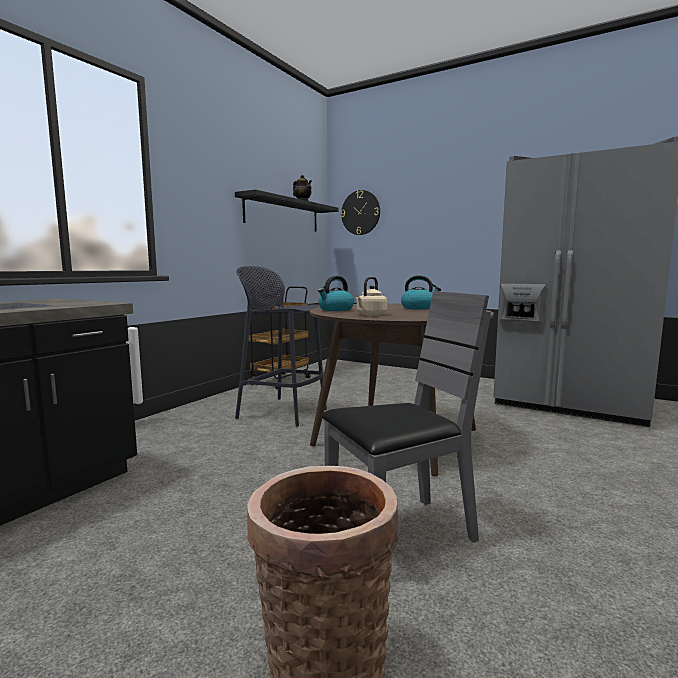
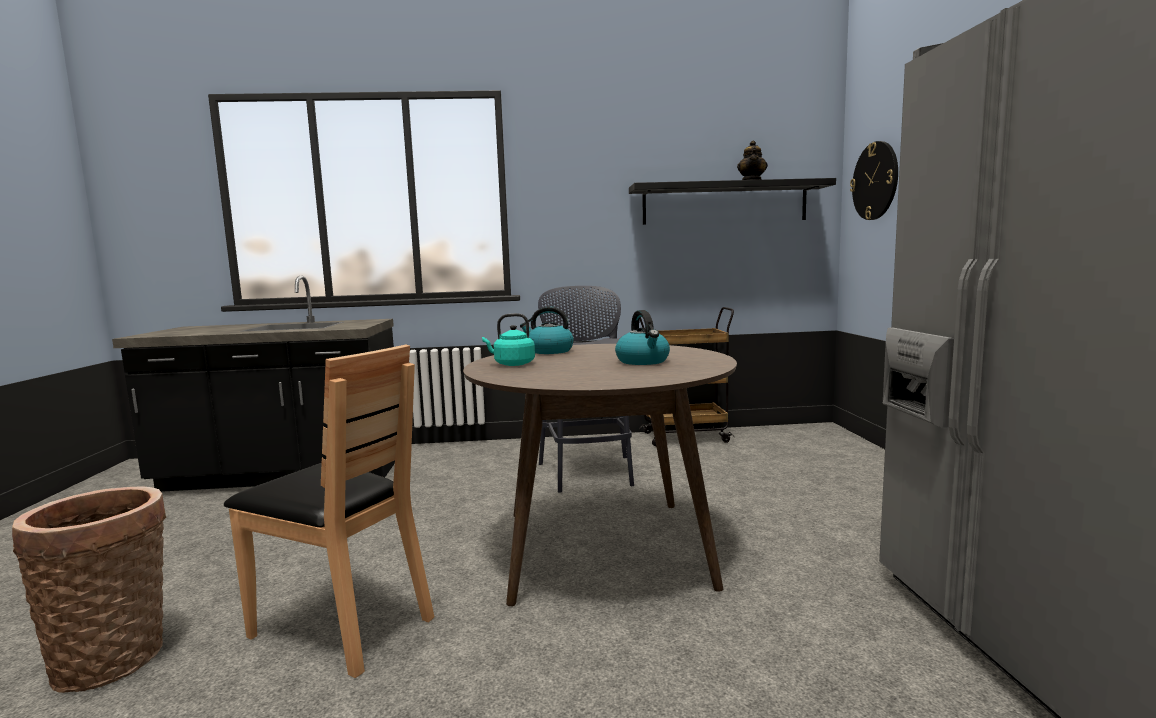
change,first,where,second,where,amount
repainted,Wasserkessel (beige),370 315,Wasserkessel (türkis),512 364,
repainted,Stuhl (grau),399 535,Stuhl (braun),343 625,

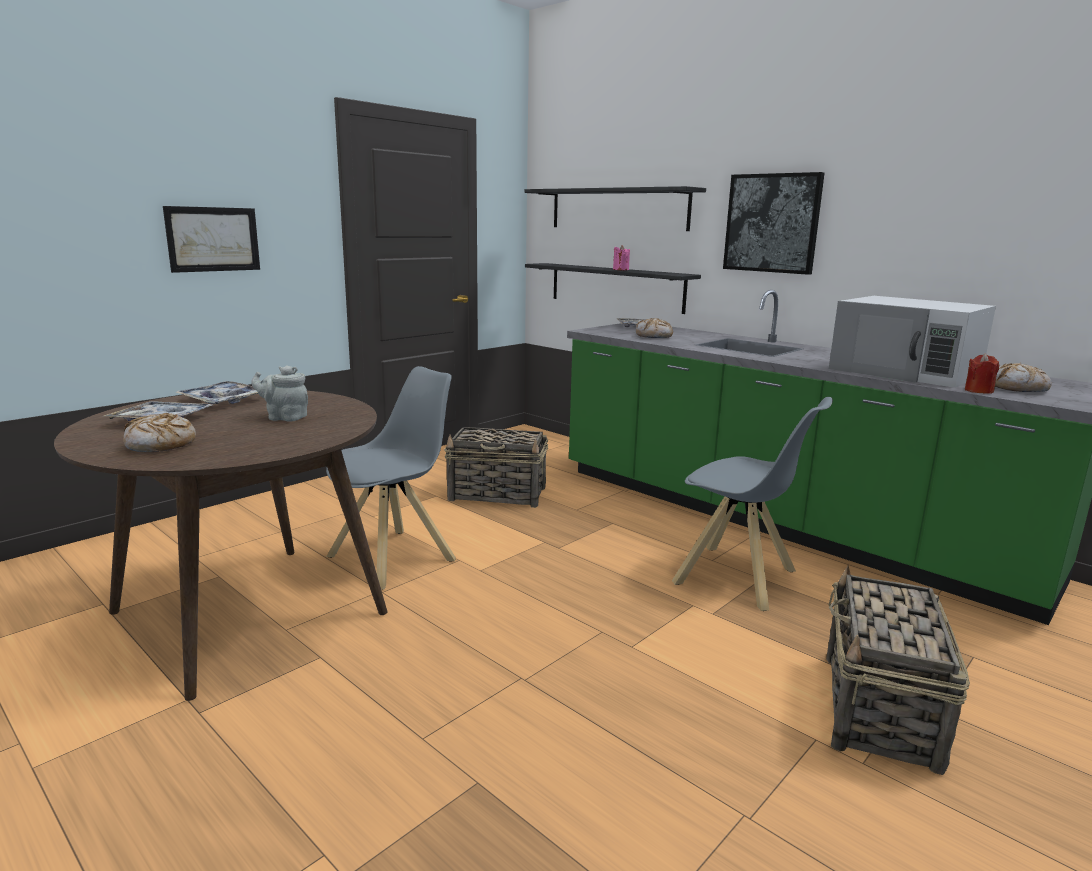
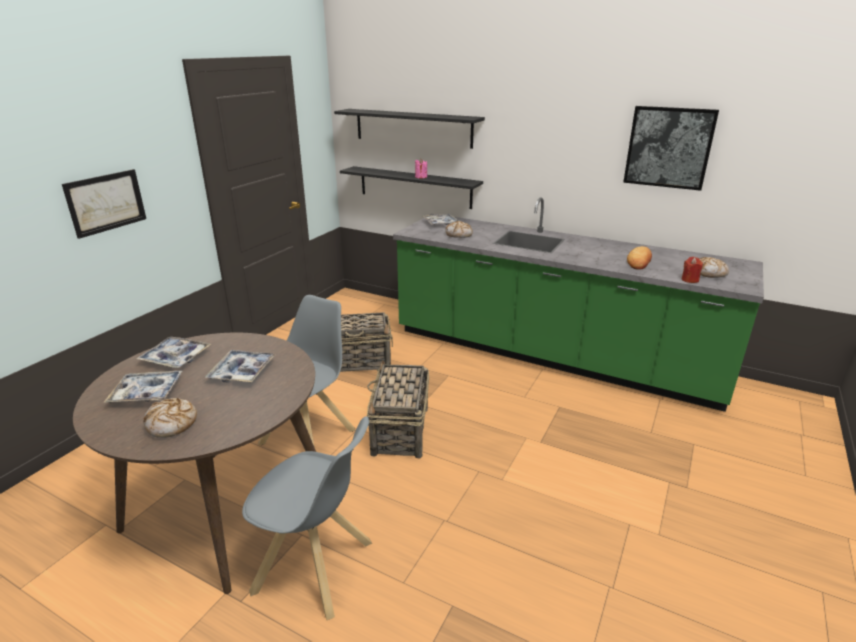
change,first,where,second,where,amount
shifted,Bild,772 223,,669 147,
swapped,Mikrowelle (weiß),905 371,Brot,639 261,
swapped,Teekanne (grau),284 417,Tablett,242 372,
shifted,Stuhl (grau),738 578,,316 568,
shifted,Korb,879 711,,400 431,

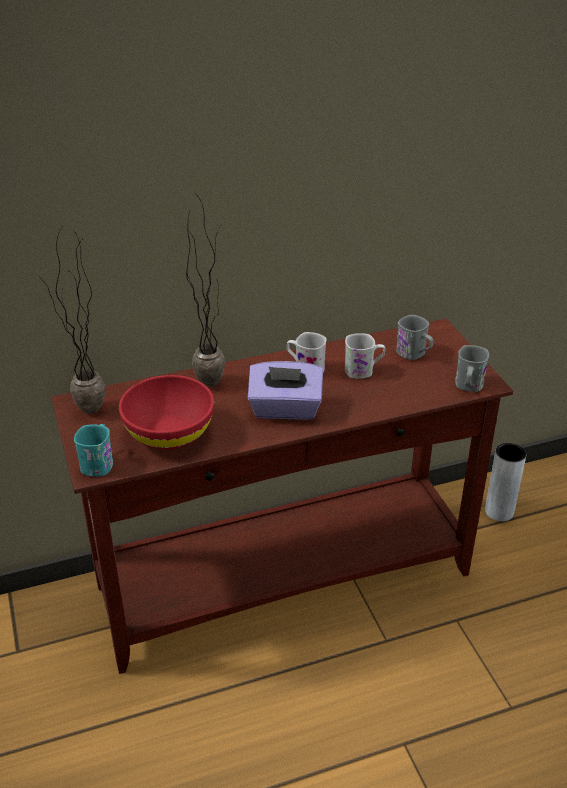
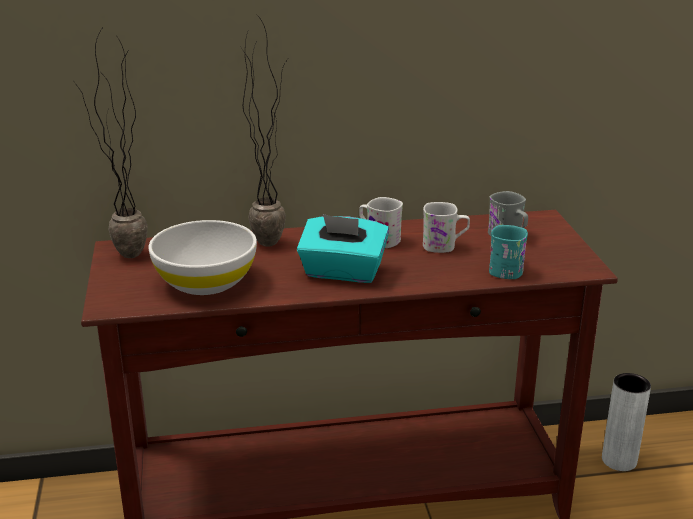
change,first,where,second,where,amount
gone,Henkelbecher (grau),468 386,,,
repainted,Taschentuchbox (lila),285 409,Taschentuchbox (türkis),343 272,
repainted,Schüssel (rot),169 433,Schüssel (weiß),206 281,
shifted,Henkelbecher (türkis),99 462,,507 268,

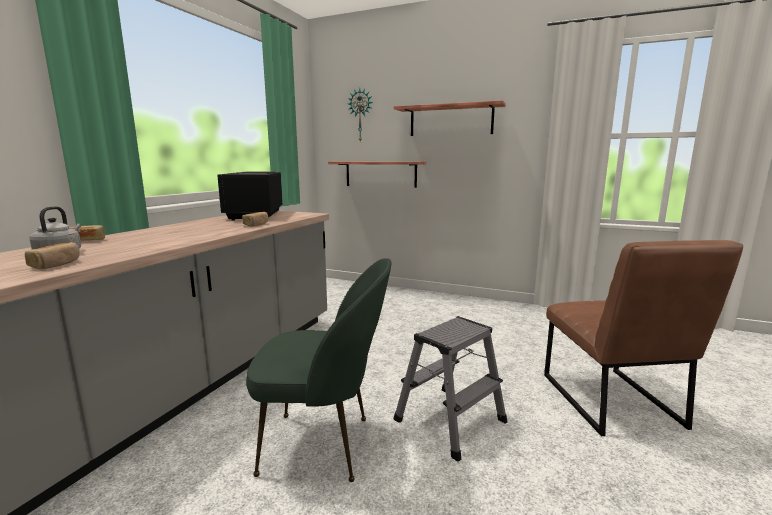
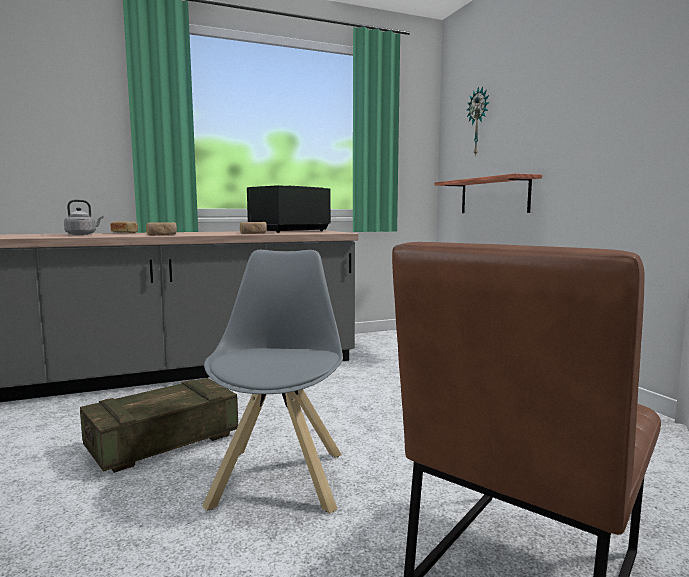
change,first,where,second,where,amount
gone,Wandregal,451 120,,,
shifted,Brot,56 264,,161 235,
swapped,Stuhl (grün),326 446,Kiste,163 442,
swapped,Trittleiter (grau),450 420,Stuhl (grau),280 476,

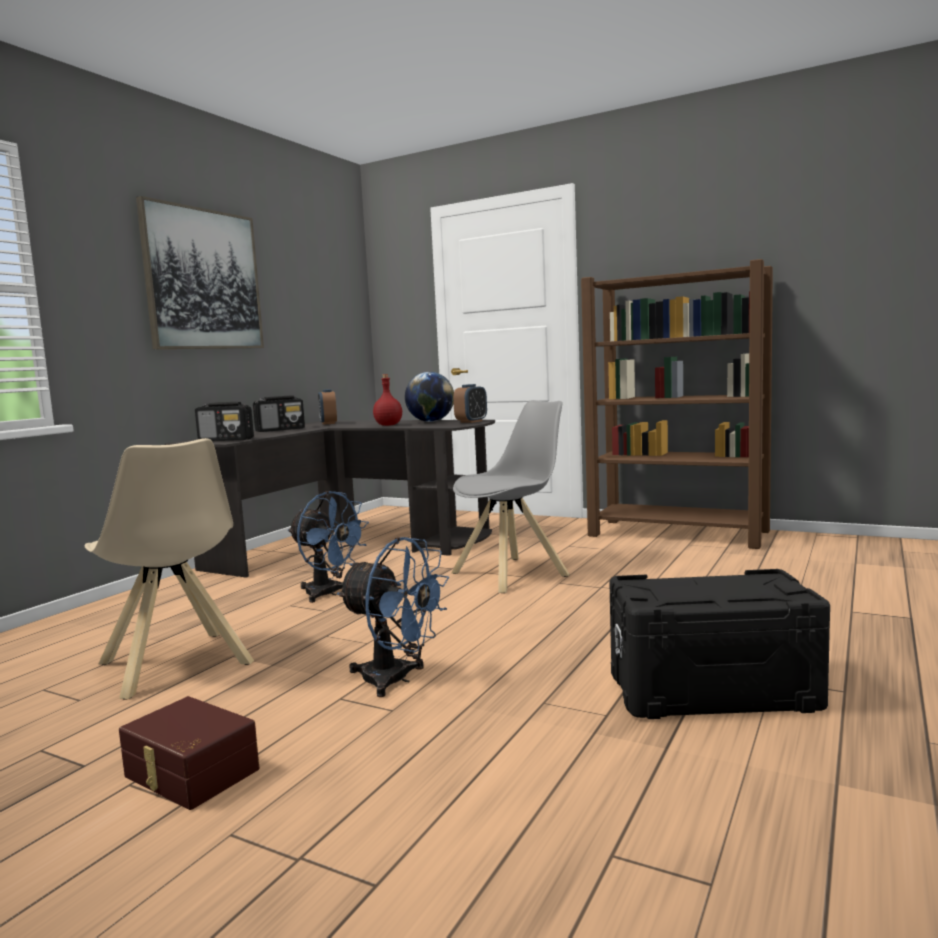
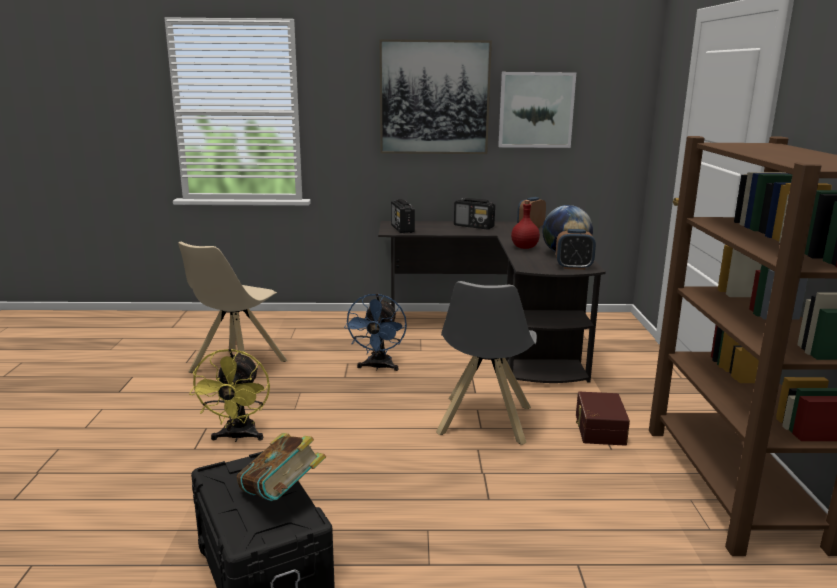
change,first,where,second,where,amount
rotated,Stuhl (grau),512 573,,484 422,75 degrees clockwise
repainted,Ventilator (blau),396 680,Ventilator (gelb),238 437,
shifted,Aufbewahrungsbox (braun),189 774,,598 429,
new,,,Bild,536 110,
new,,,Buch,282 495,

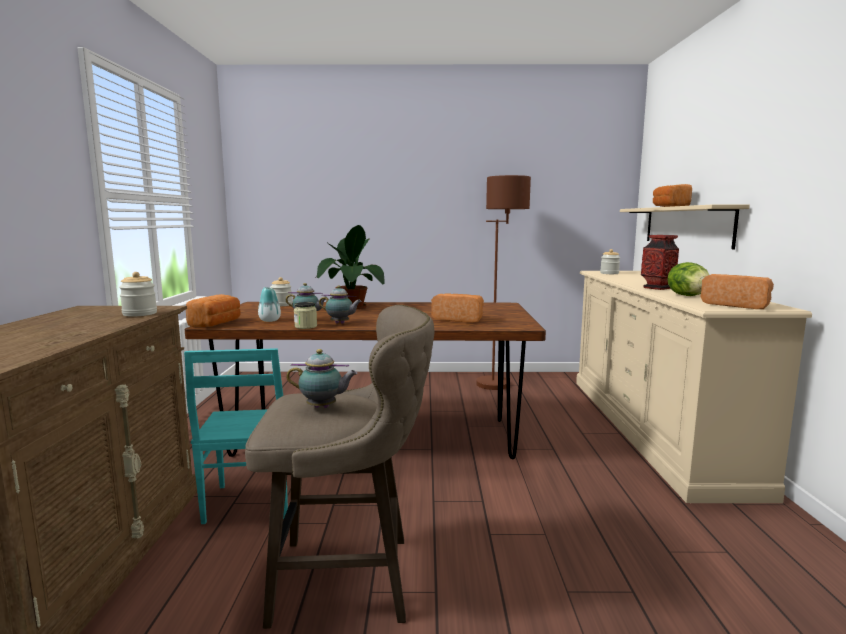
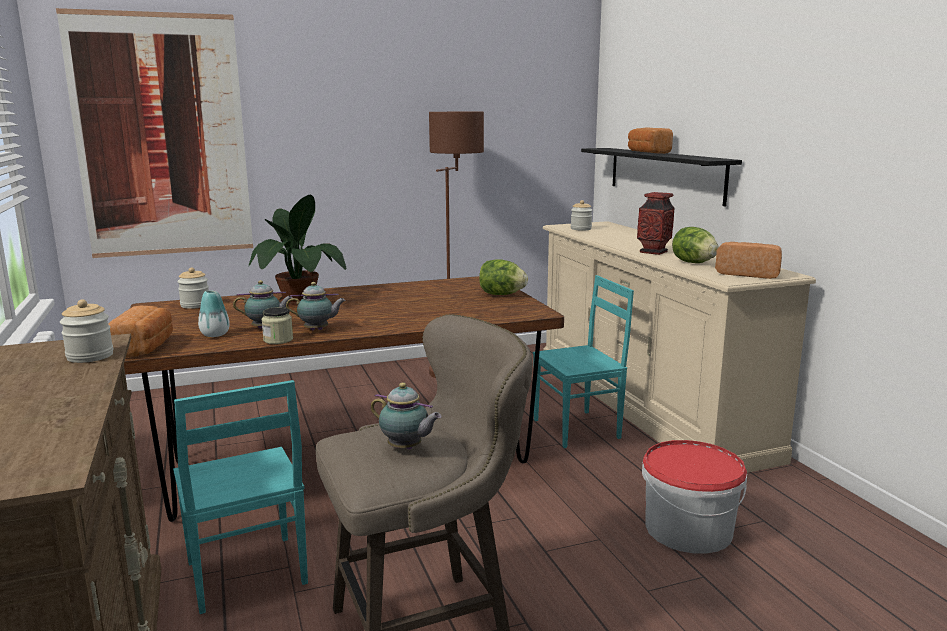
change,first,where,second,where,amount
repainted,Wandregal (beige),686 226,Wandregal (schwarz),664 174,
gone,Brot,459 319,,,
rotated,Teekanne,323 407,,406 448,45 degrees clockwise
new,,,Bild,162 137,
new,,,Salatkopf,501 294,
new,,,Stuhl (türkis),578 429,
new,,,Eimer,688 529,

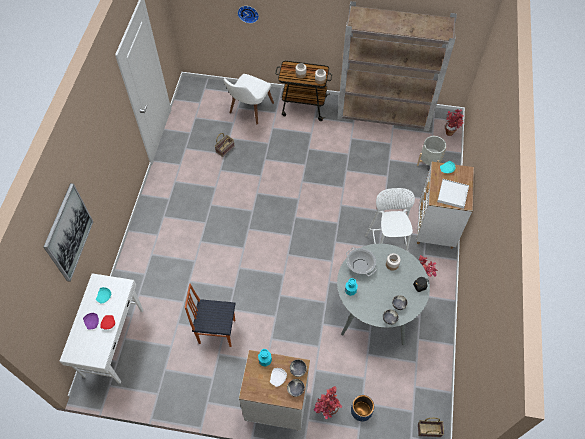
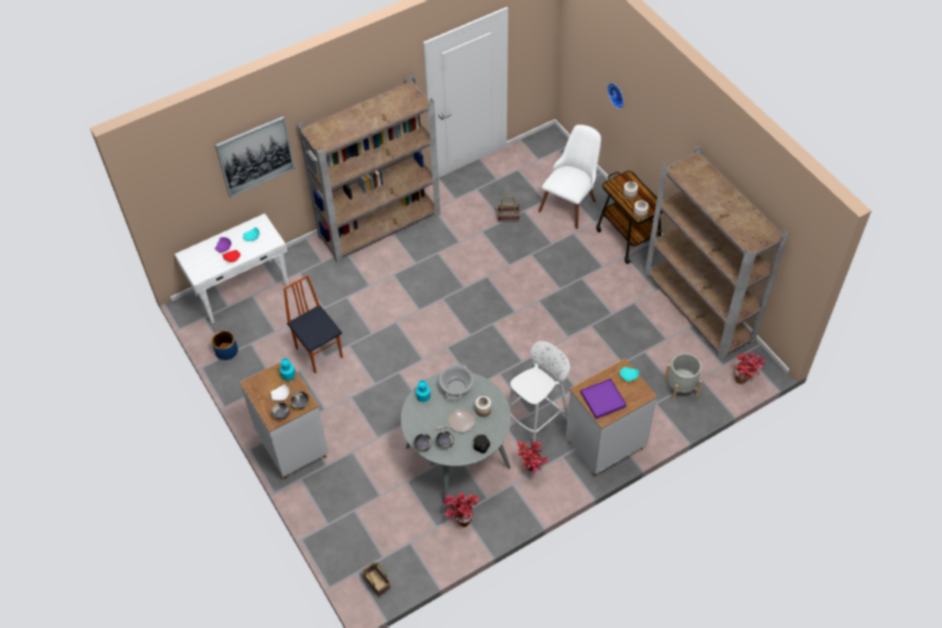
change,first,where,second,where,amount
rotated,Stuhl (weiß),248 111,,571 201,135 degrees clockwise
repainted,Tablett (weiß),452 194,Tablett (lila),603 400,
shifted,Topfpflanze,326 410,,460 519,
shifted,Pflanzkübel (blau),361 410,,226 351,
new,,,Bücherregal (braun),379 225,
new,,,Pfanne,460 422,

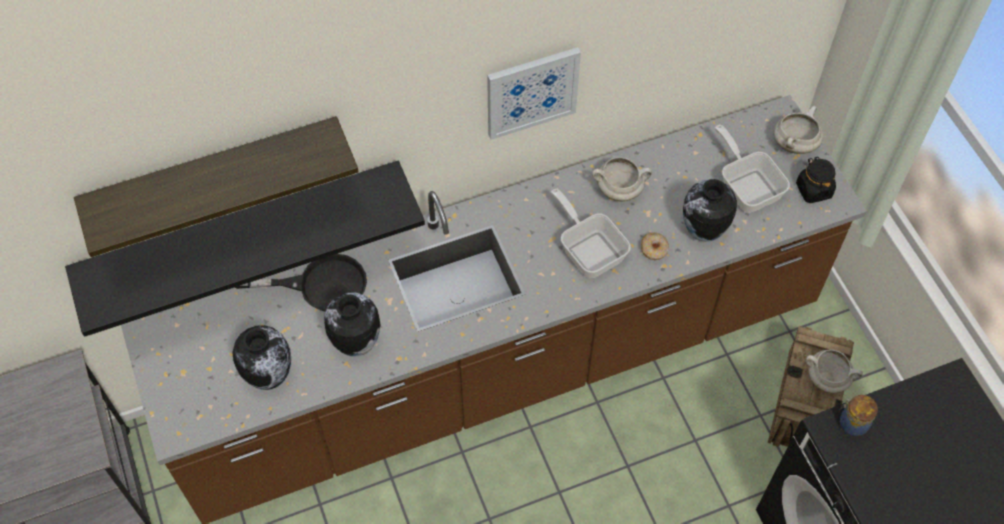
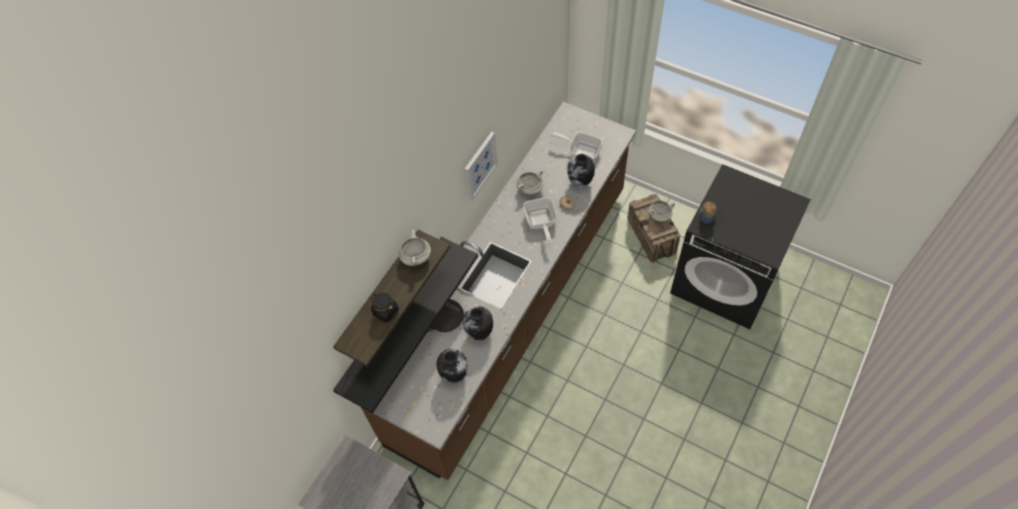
change,first,where,second,where,amount
shifted,Kochtopf (weiß),794 144,,415 257,
shifted,Vorratsglas (schwarz),813 190,,385 311,
rotated,Pfanne,589 249,,540 223,120 degrees counterclockwise

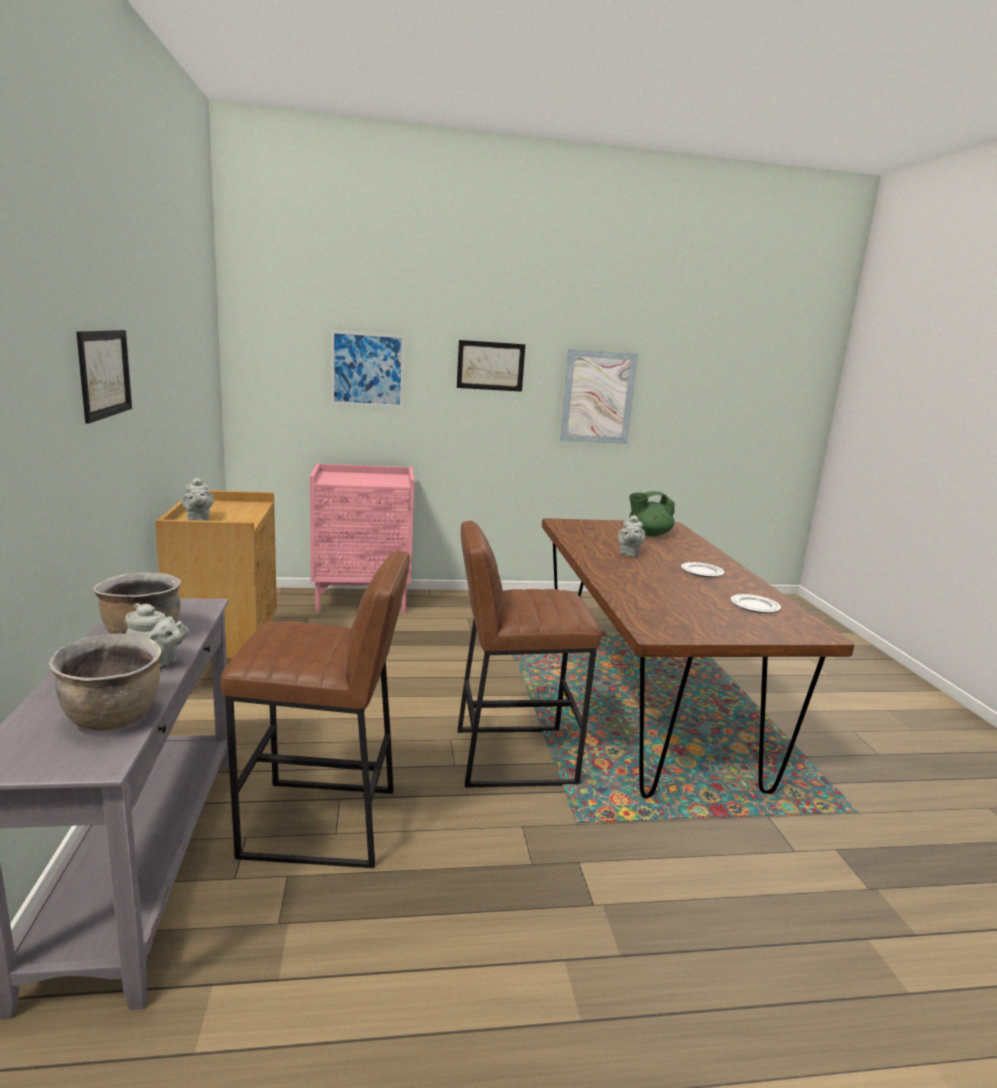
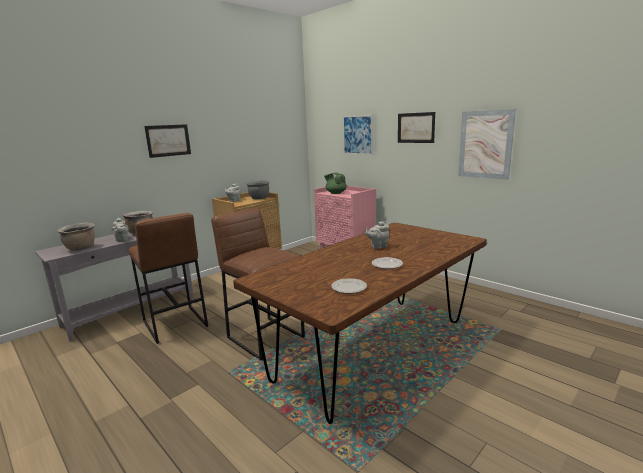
change,first,where,second,where,amount
shifted,Teekanne (grün),648 534,,335 193,
new,,,Kochtopf (grau),259 198,

